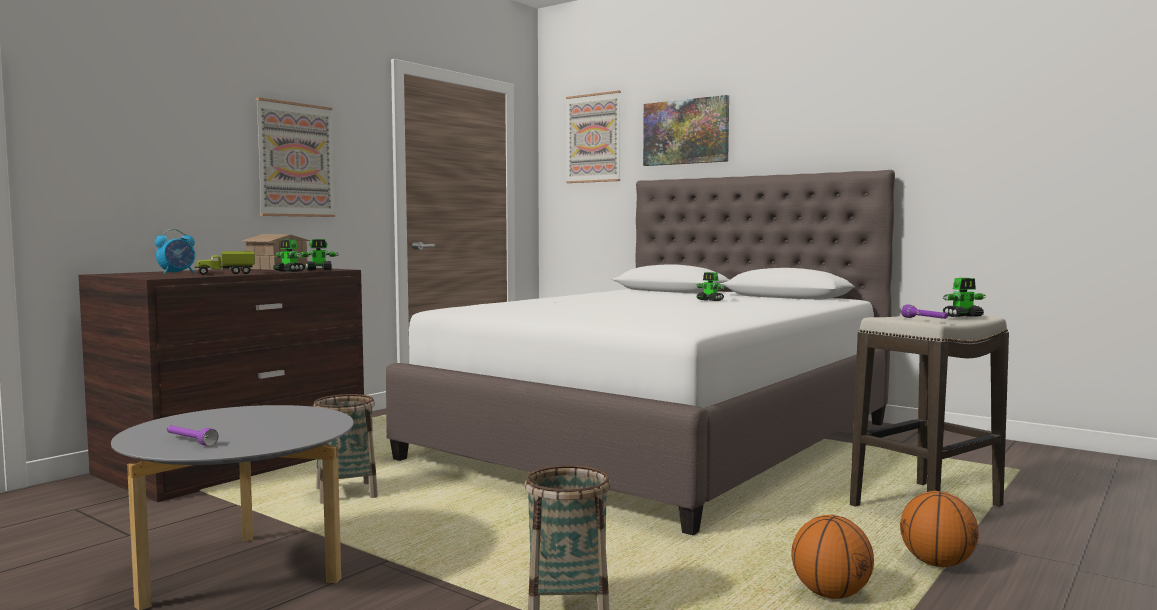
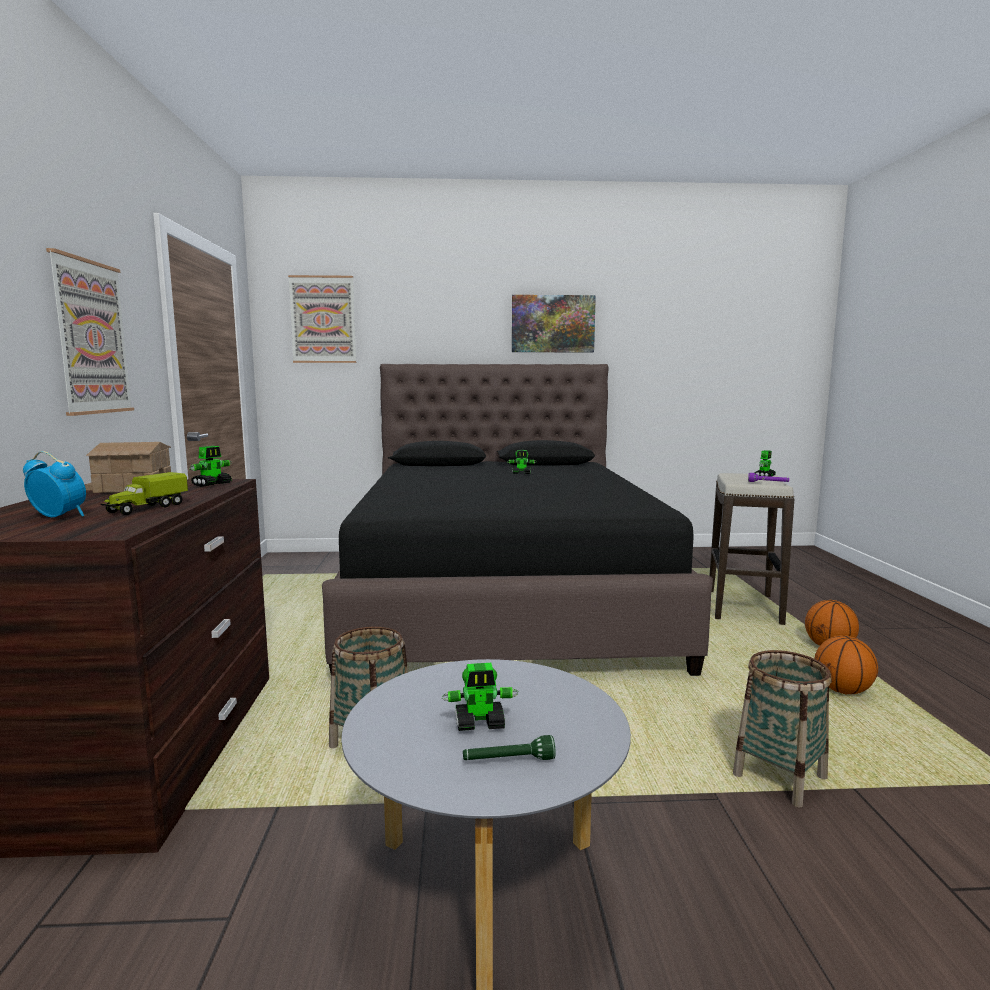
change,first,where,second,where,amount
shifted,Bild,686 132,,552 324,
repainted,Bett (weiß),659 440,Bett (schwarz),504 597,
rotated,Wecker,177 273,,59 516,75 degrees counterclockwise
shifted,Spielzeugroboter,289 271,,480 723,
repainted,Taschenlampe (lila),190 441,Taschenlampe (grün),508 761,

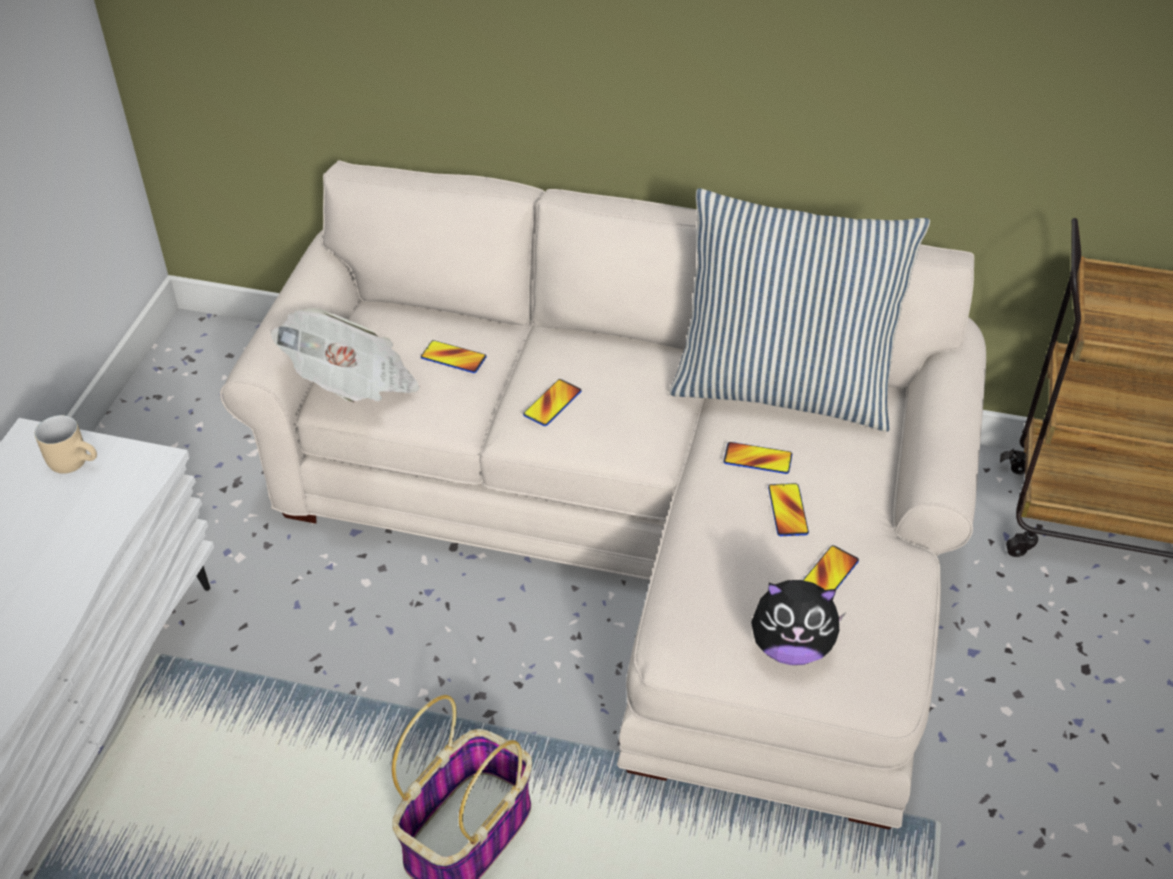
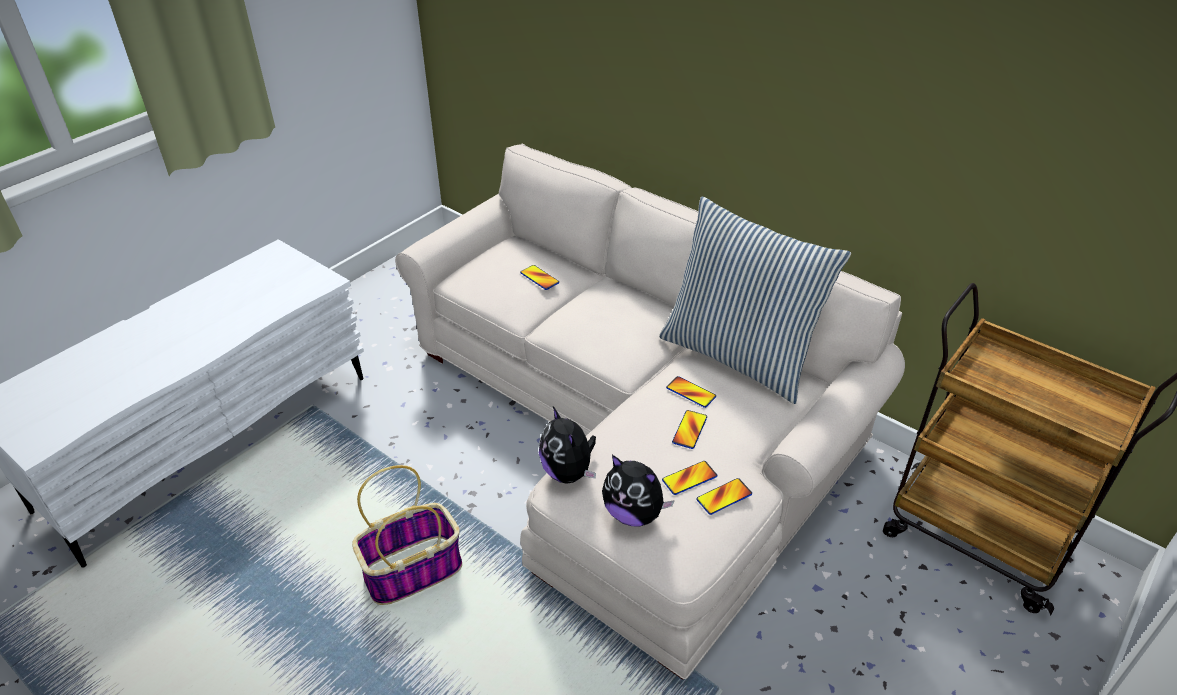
change,first,where,second,where,amount
gone,Zeitung,352 383,,,
shifted,Handy,552 403,,724 497,
gone,Henkelbecher (beige),75 460,,,
new,,,Plüschtier,568 472,

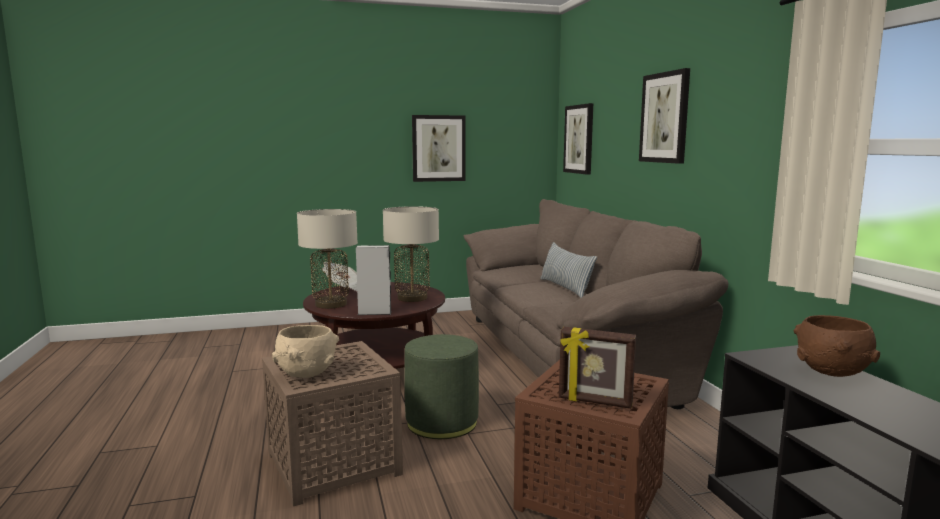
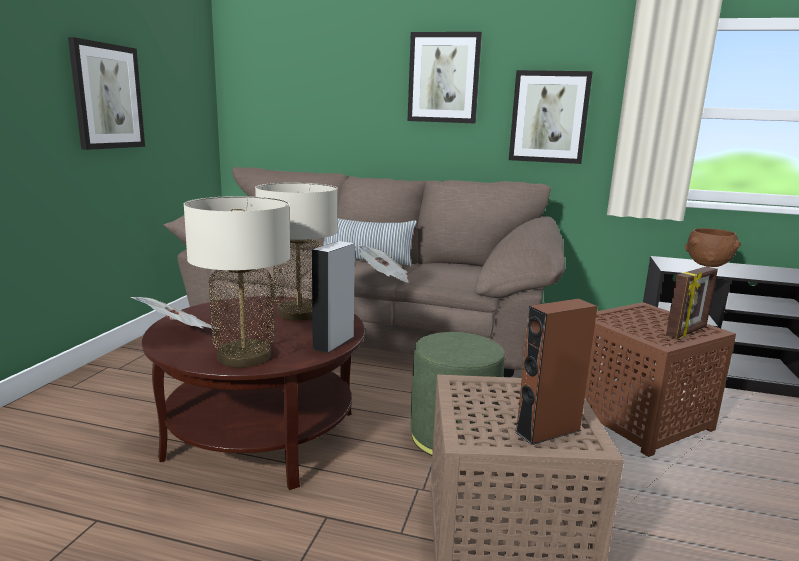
change,first,where,second,where,amount
shifted,Bild,579 139,,549 117,
swapped,Schüssel (beige),306 374,Lautsprecher (braun),548 431,
new,,,Zeitung,384 278,

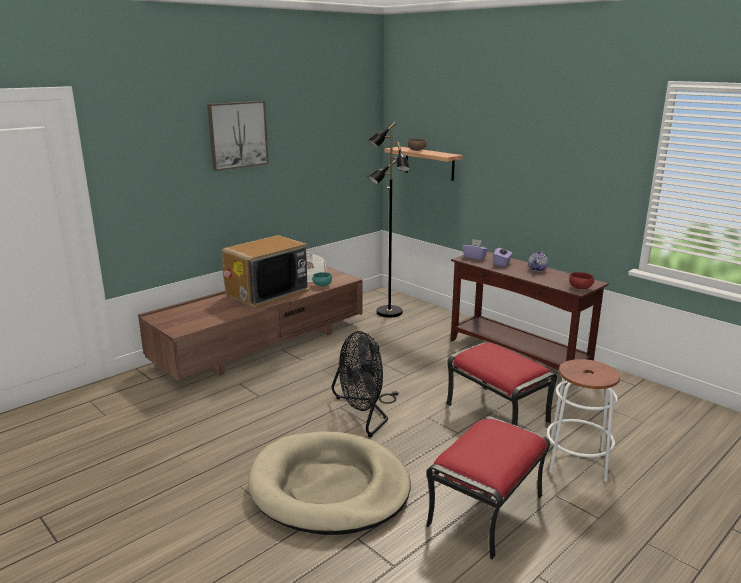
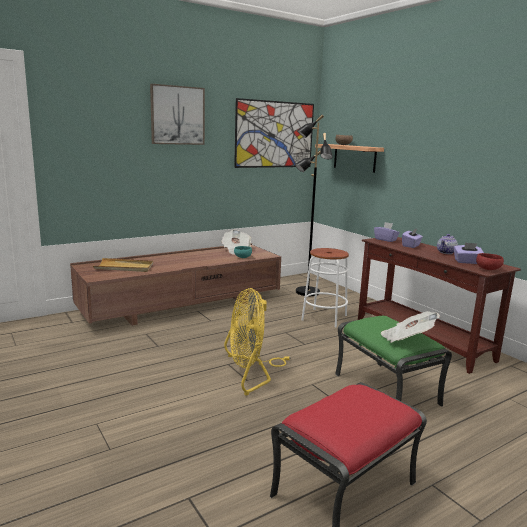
change,first,where,second,where,amount
gone,Fernseher,267 293,,,
repainted,Ventilator (schwarz),366 411,Ventilator (gelb),252 371,
repainted,Polsterhocker (rot),498 413,Polsterhocker (grün),387 389,
shifted,Hocker (weiß),577 461,,324 317,
gone,Hundebett (beige),329 487,,,
new,,,Bild,275 134,
new,,,Taschentuchbox (lila),467 262,
new,,,Tablett (beige),124 267,
new,,,Zeitung,407 339,

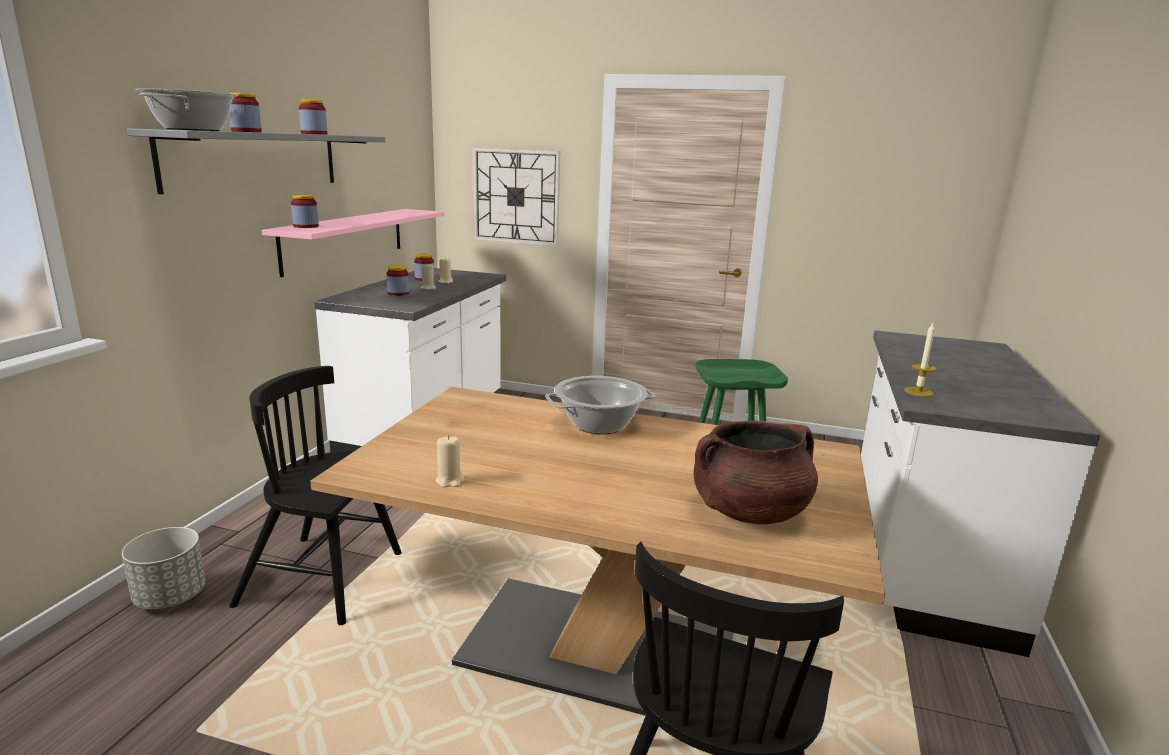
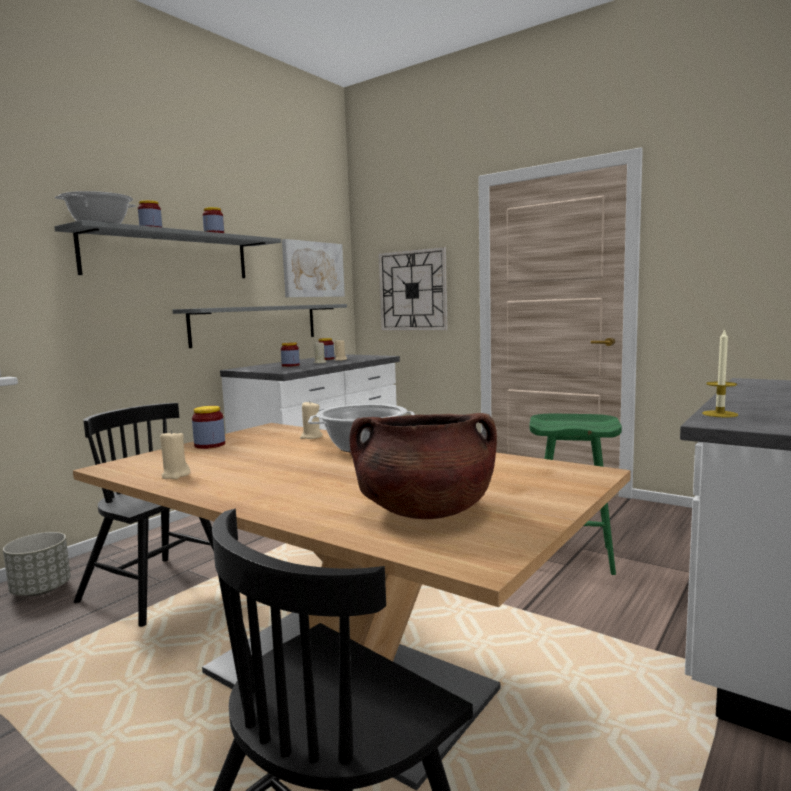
change,first,where,second,where,amount
shifted,Vorratsglas,306 226,,210 445,
repainted,Wandregal (rosa),345 239,Wandregal (grau),256 324,
new,,,Bild,313 269,
new,,,Kerze (beige),311 437,

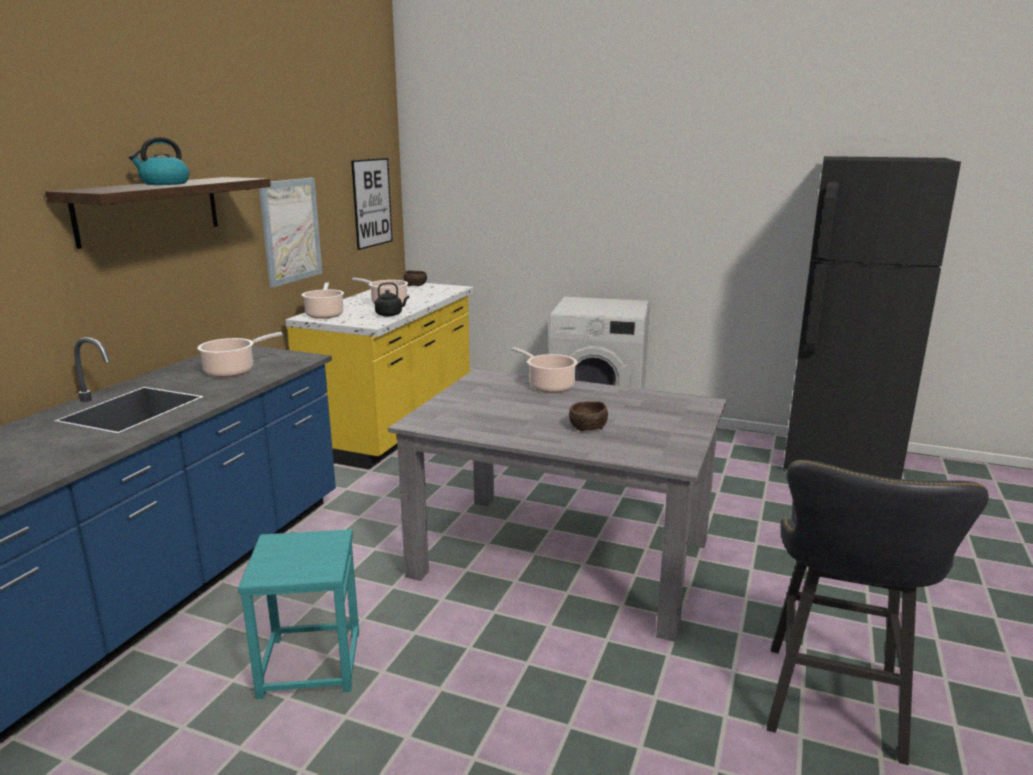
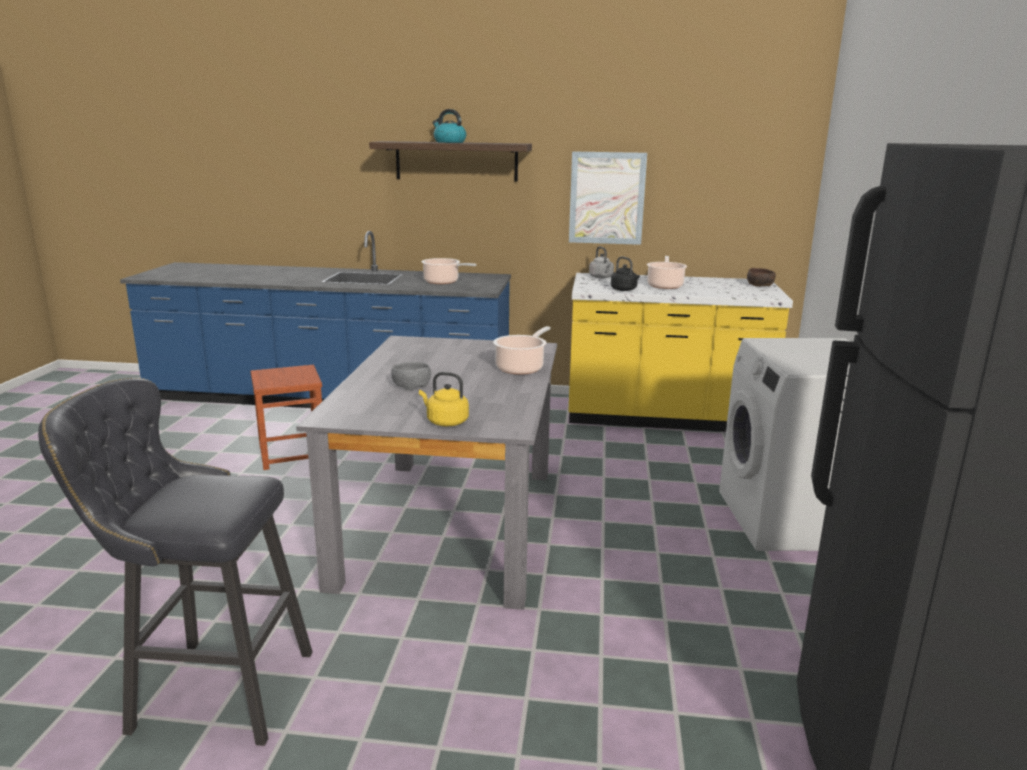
change,first,where,second,where,amount
gone,Bild,372 203,,,
swapped,Kochtopf,325 314,Wasserkessel (grau),601 277,
repainted,Schüssel (braun),587 427,Schüssel (grau),411 386,
repainted,Hocker (türkis),309 663,Hocker (braun),292 453,
new,,,Wasserkessel (gelb),445 422,

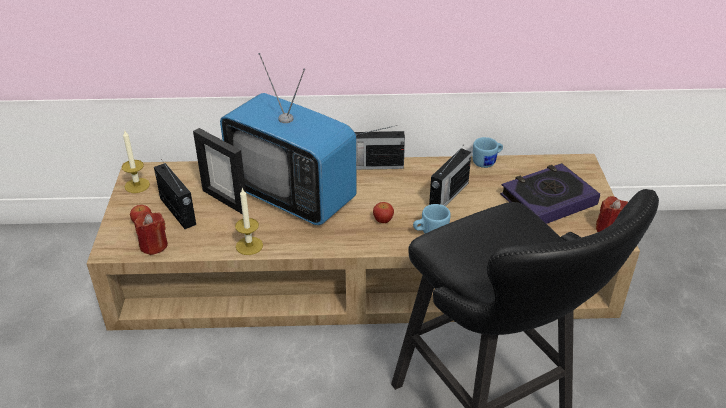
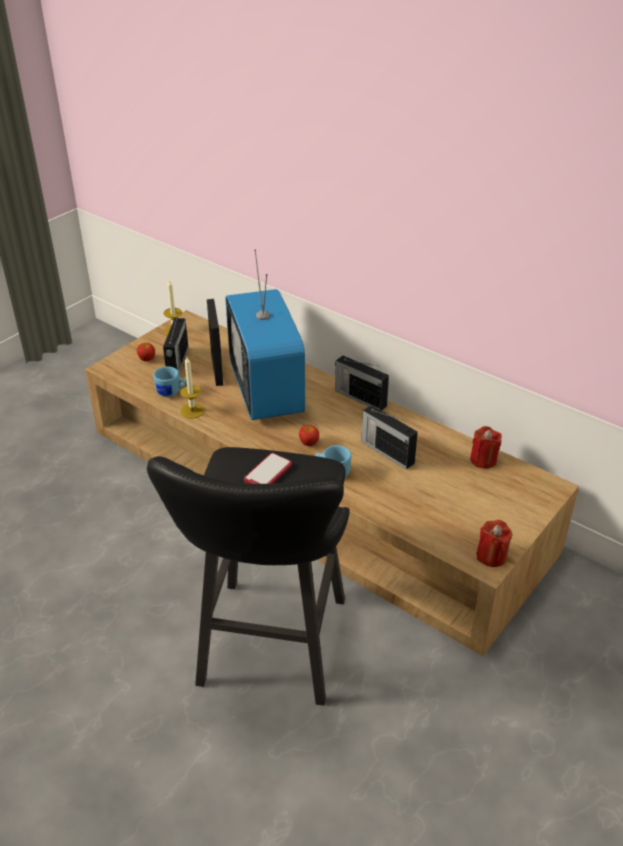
change,first,where,second,where,amount
shifted,Henkelbecher (blau),487 162,,172 393,
rotated,Radio,448 196,,386 451,60 degrees clockwise
gone,Buch,548 199,,,
shifted,Kerze (rot),153 245,,483 460,
new,,,Handy,268 473,

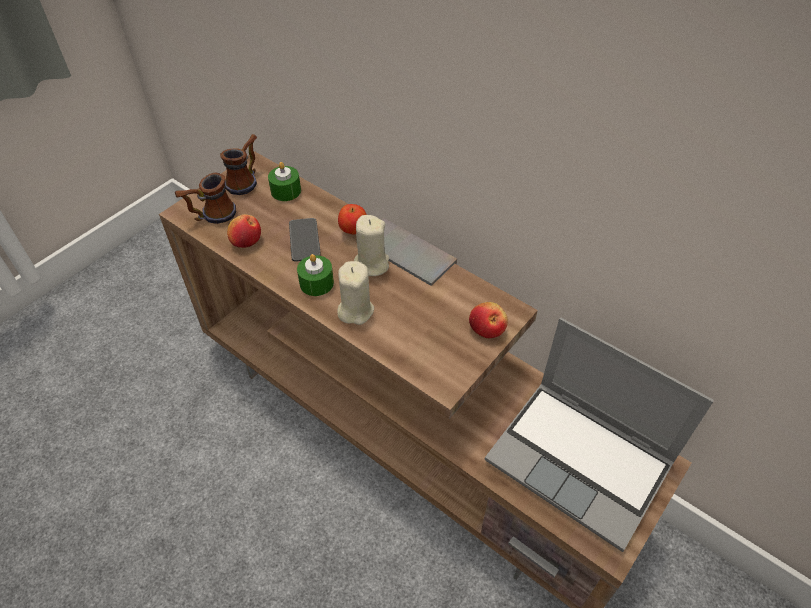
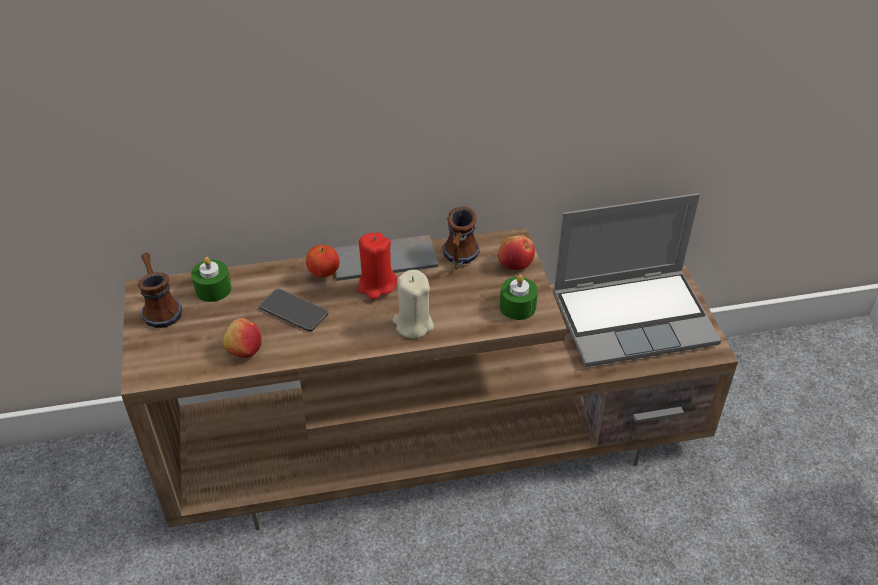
change,first,where,second,where,amount
shifted,Henkelbecher,211 216,,459 259,
repainted,Kerze (beige),371 264,Kerze (rot),377 285,
shifted,Kerze (grün),316 283,,517 306,

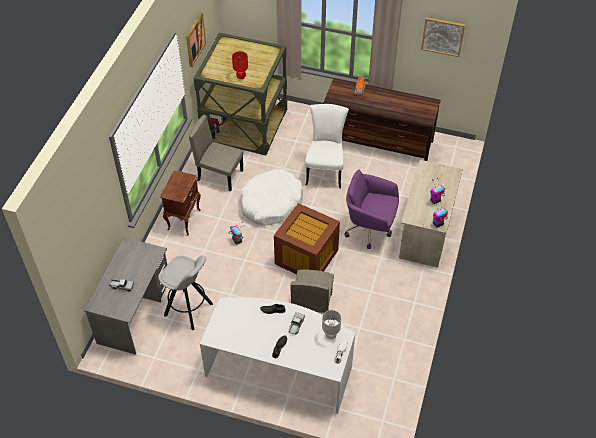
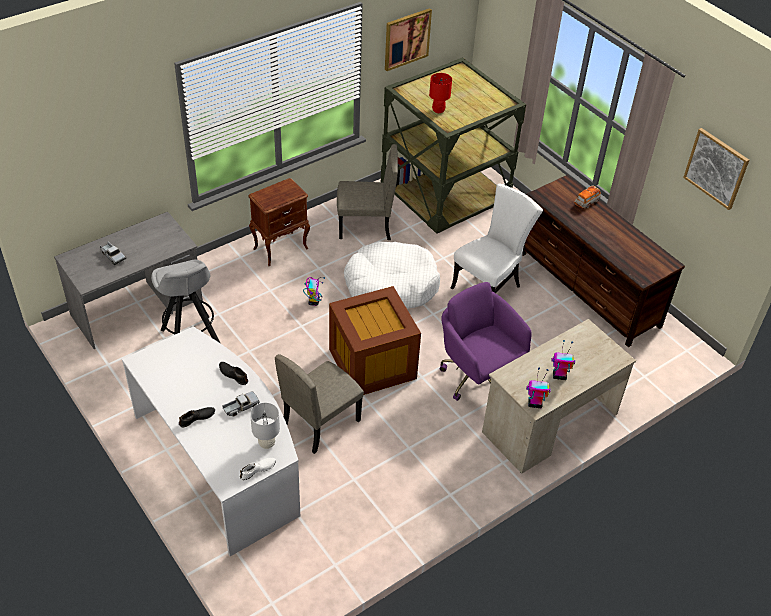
change,first,where,second,where,amount
rotated,Stuhl (beige),220 175,,365 226,120 degrees clockwise

